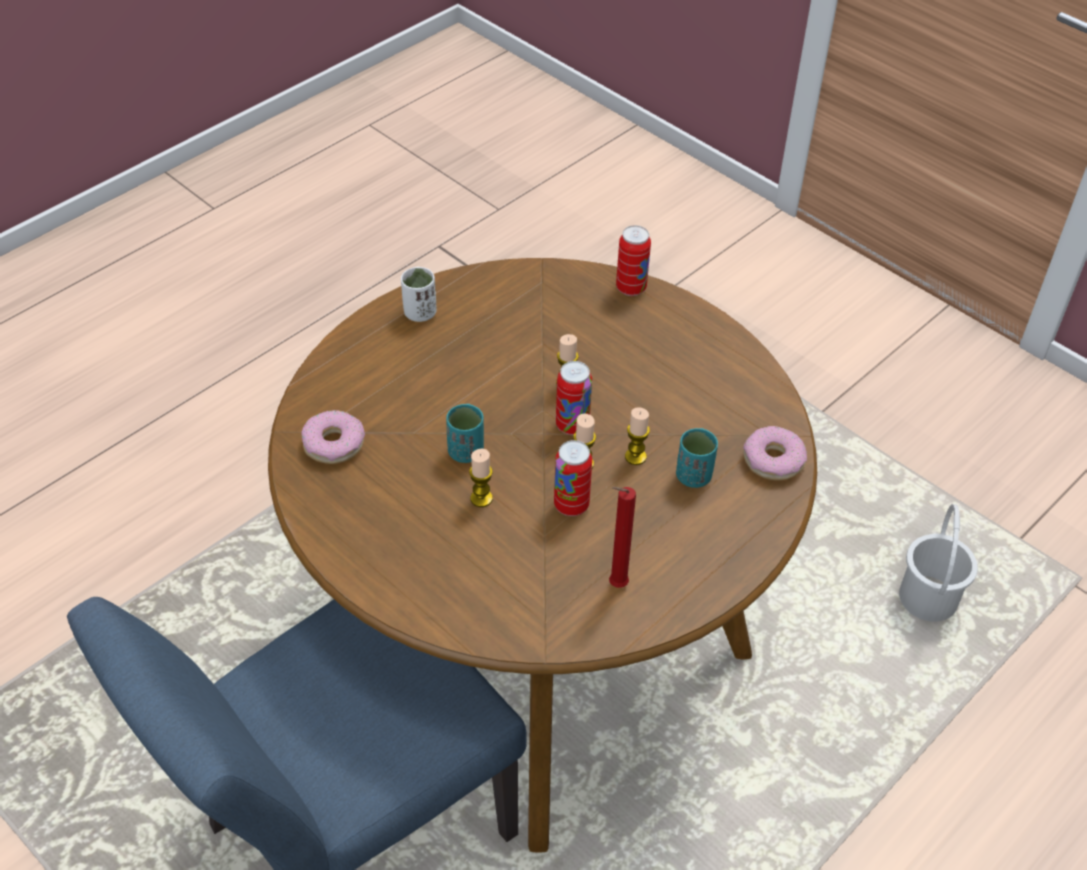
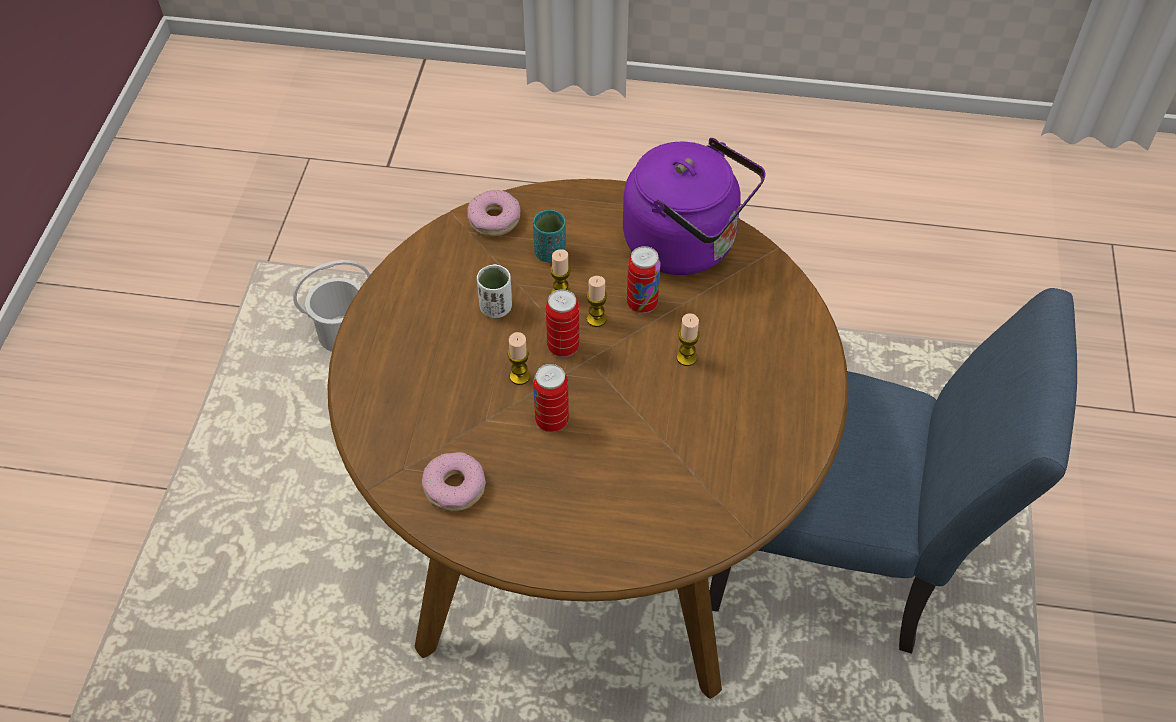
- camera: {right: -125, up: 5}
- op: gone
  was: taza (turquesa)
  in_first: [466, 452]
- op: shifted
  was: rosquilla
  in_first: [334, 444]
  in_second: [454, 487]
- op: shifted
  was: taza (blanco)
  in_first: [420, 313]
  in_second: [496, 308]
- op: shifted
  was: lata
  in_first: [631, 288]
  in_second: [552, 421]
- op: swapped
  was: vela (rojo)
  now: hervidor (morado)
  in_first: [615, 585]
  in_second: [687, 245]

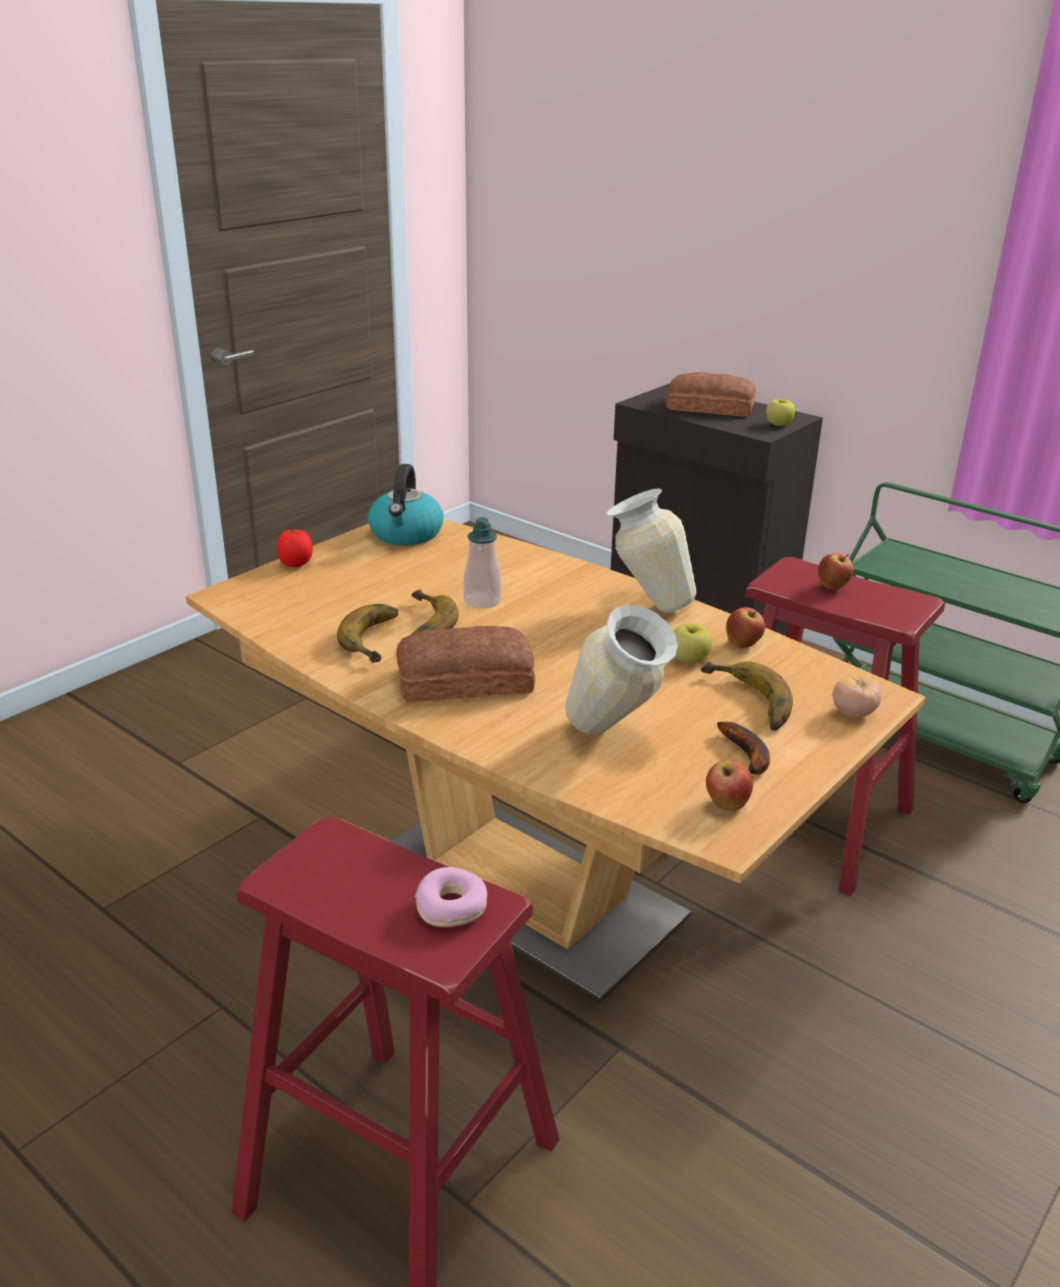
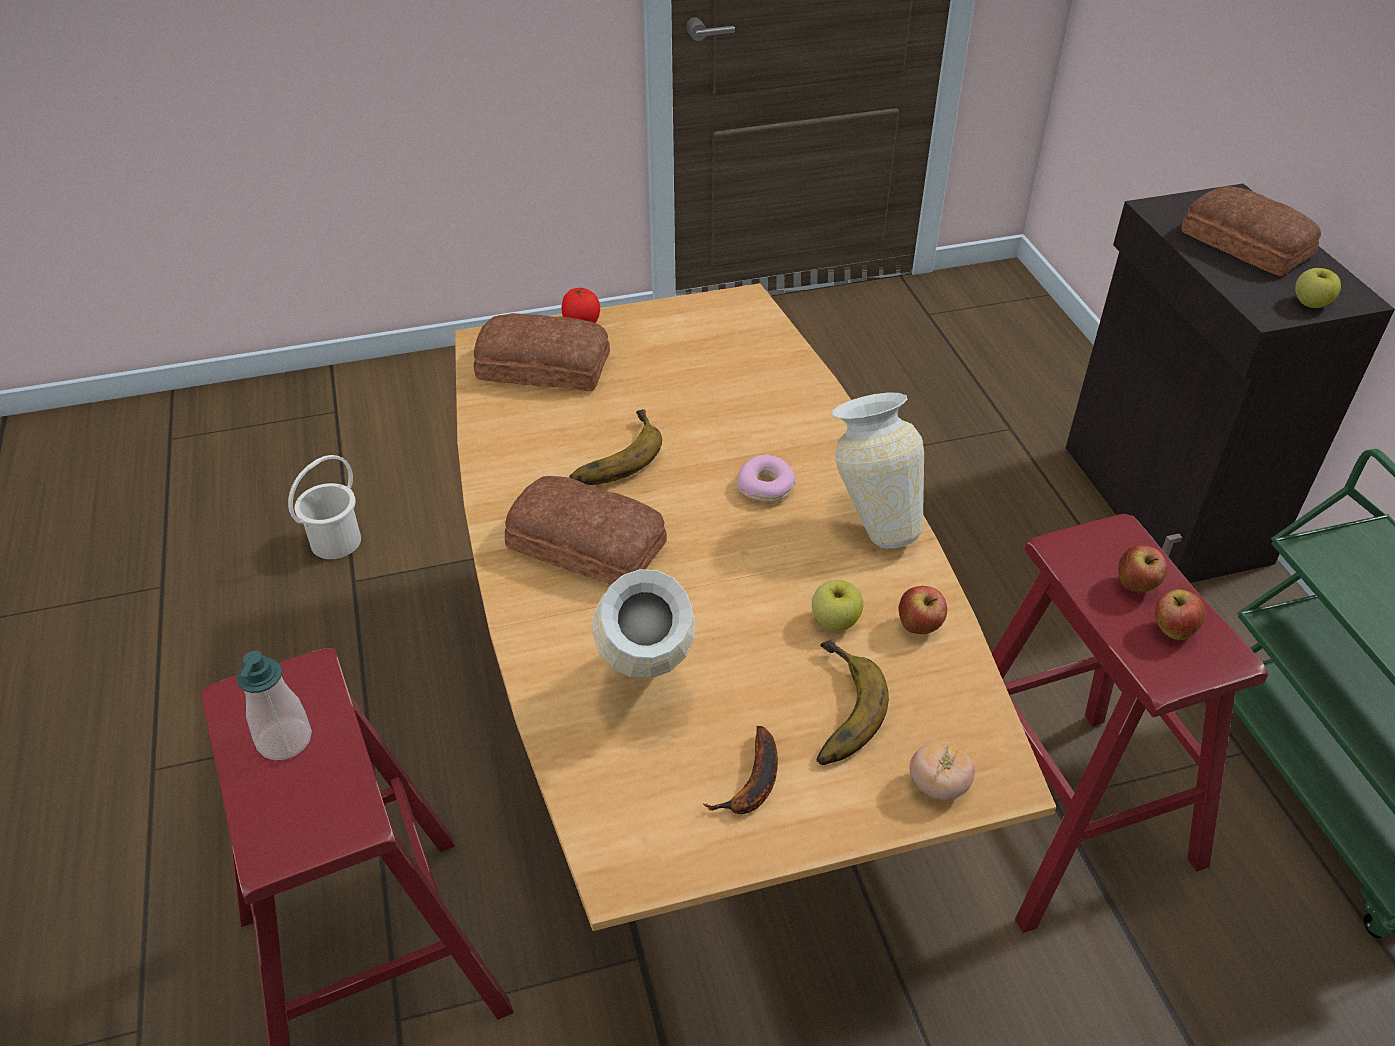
- camera: {right: 35, up: 15}
- op: gone
  was: plátano
  in_first: [380, 639]
- op: gone
  was: hervidor
  in_first: [406, 534]
- op: new
  now: cubo (blanco)
  in_second: [335, 541]
- op: new
  now: pan
  in_second: [542, 365]
- op: shifted
  was: rosquilla
  in_first: [451, 907]
  in_second: [766, 487]
- op: shifted
  was: dispensador de jabón
  in_first: [482, 601]
  in_second: [284, 740]
- op: shifted
  was: manzana
  in_first: [726, 805]
  in_second: [1172, 631]

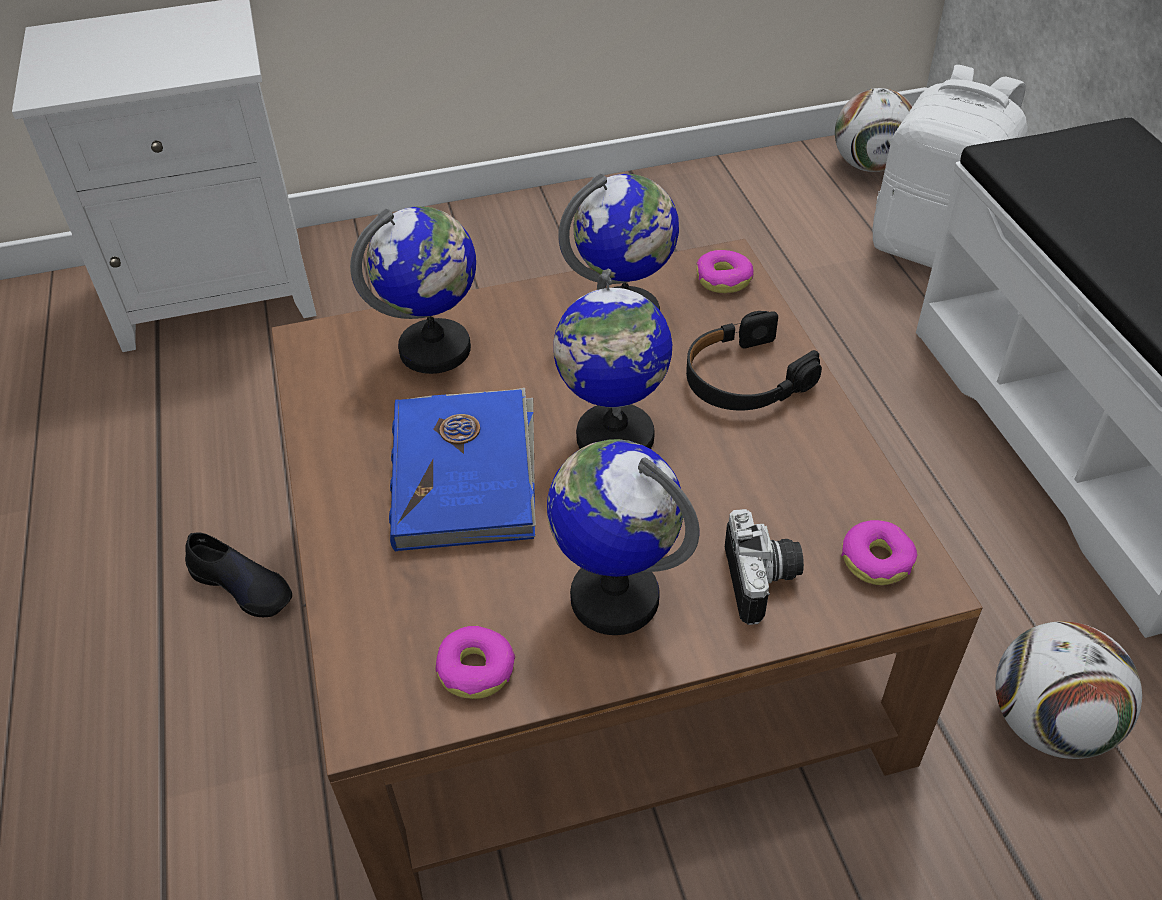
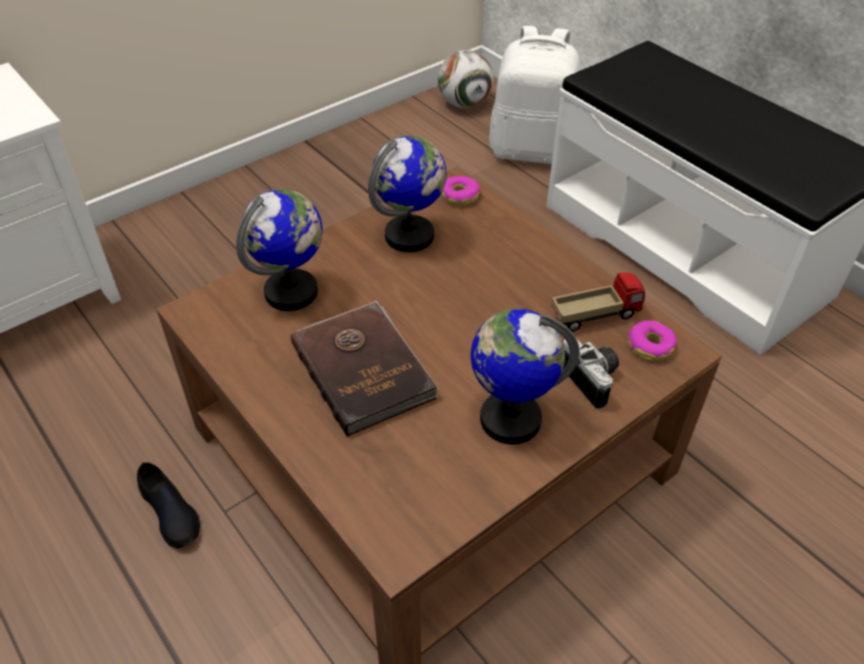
- camera: {right: -25, up: 0}
- op: gone
  was: rosquilla
  in_first: [476, 670]
- op: gone
  was: globo terráqueo
  in_first: [614, 438]
- op: gone
  was: auriculares (negro)
  in_first: [744, 378]
- op: gone
  was: balón de fútbol
  in_first: [1048, 724]
- op: new
  now: camión de juguete
  in_second: [595, 315]
- op: repainted
  was: libro (azul)
  now: libro (marrón)
  in_first: [466, 472]
  in_second: [364, 369]
- op: rotated
  was: zapato (negro)
  in_first: [243, 585]
  in_second: [170, 512]
  clockwise: 45

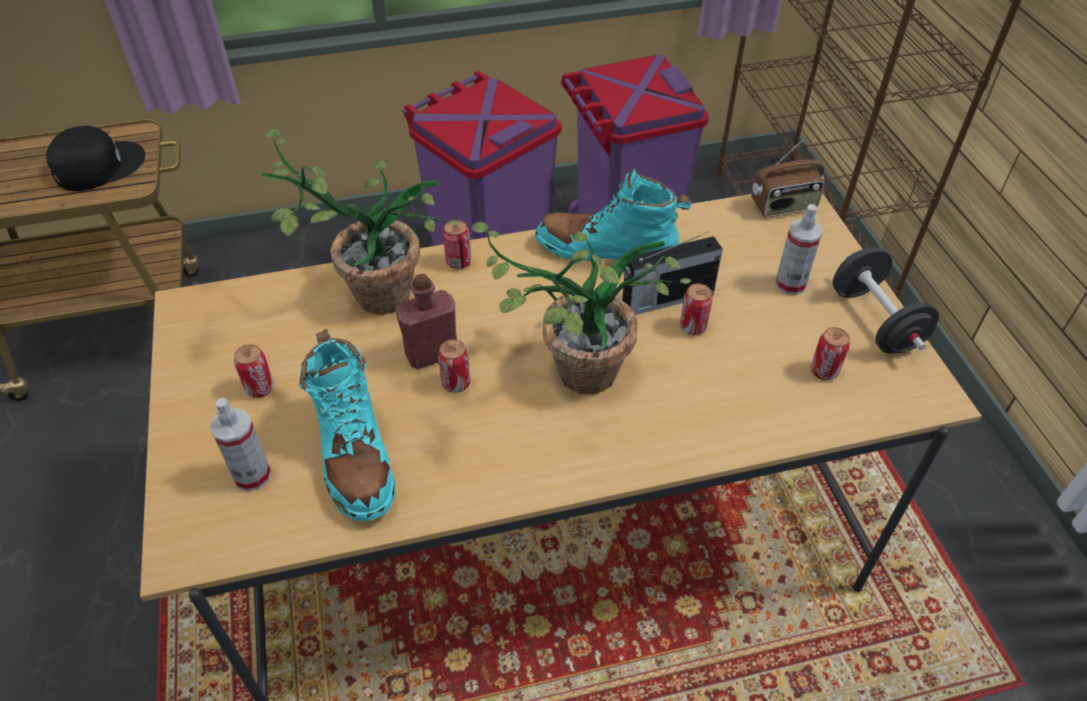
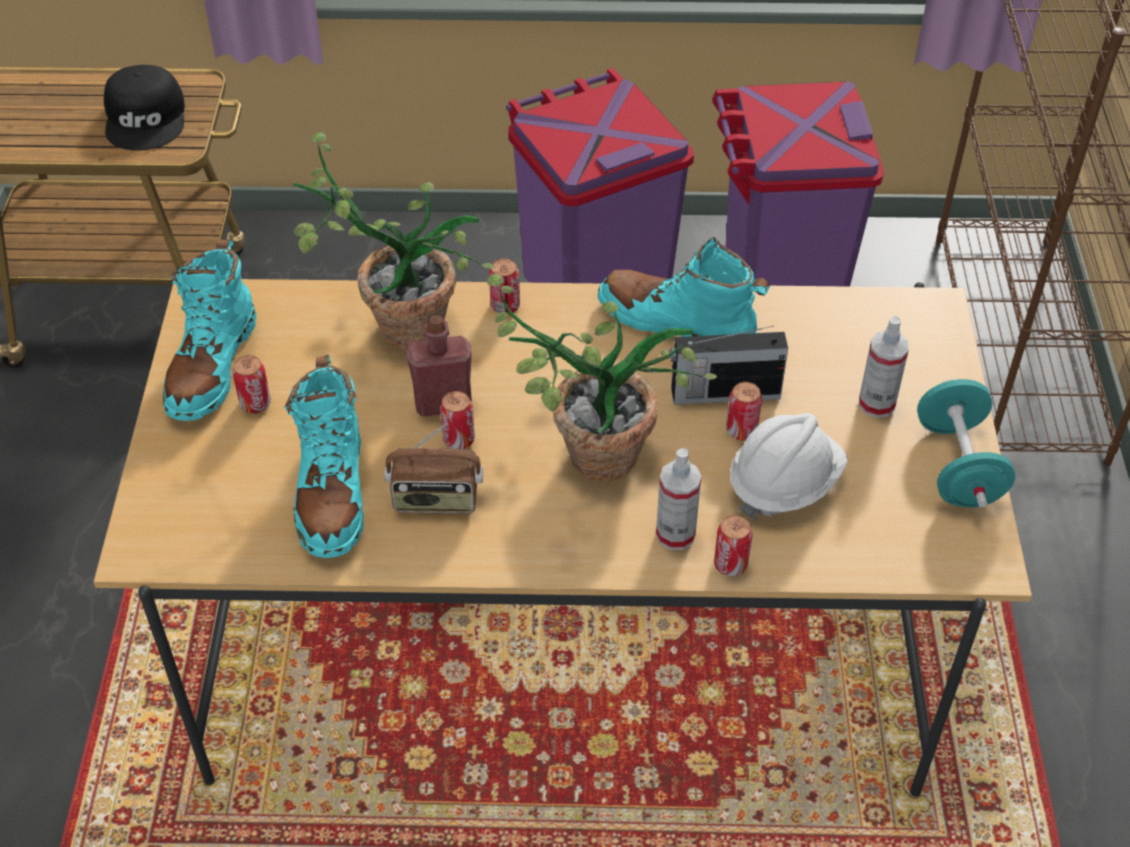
- camera: {right: 15, up: 0}
- op: new
  now: bota (turquesa)
  in_second: [212, 366]
- op: new
  now: casco (blanco)
  in_second: [784, 484]
- op: shifted
  was: pulverizador
  in_first: [252, 475]
  in_second: [675, 534]
- op: shifted
  was: radio
  in_first: [783, 206]
  in_second: [436, 500]
- op: shifted
  was: lata
  in_first: [824, 371]
  in_second: [730, 564]
- op: repainted
  was: mancuerna (negro)
  now: mancuerna (turquesa)
  in_first: [875, 321]
  in_second: [958, 466]
- op: rotated
  was: gorra (negro)
  in_first: [98, 165]
  in_second: [147, 118]
  clockwise: 105

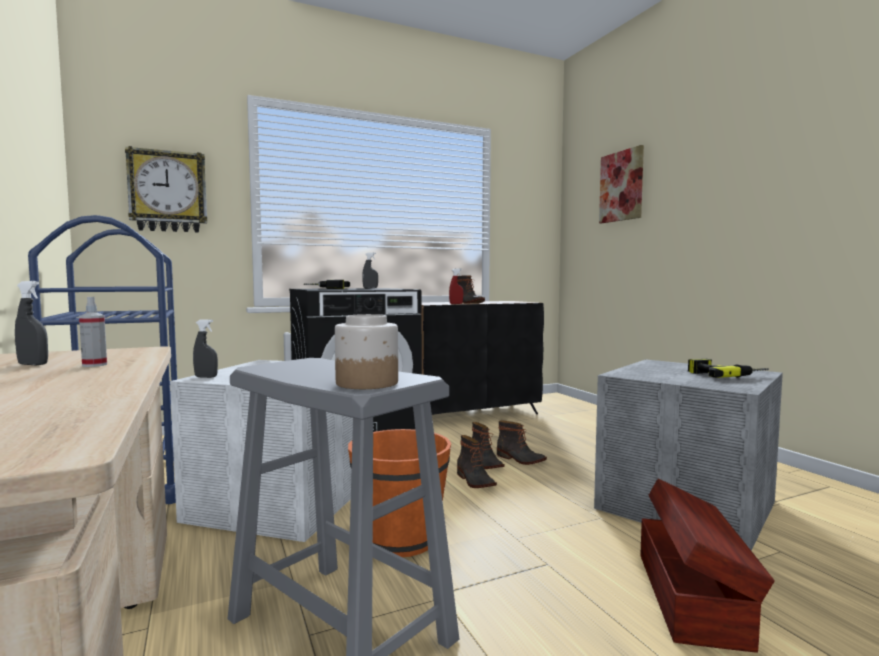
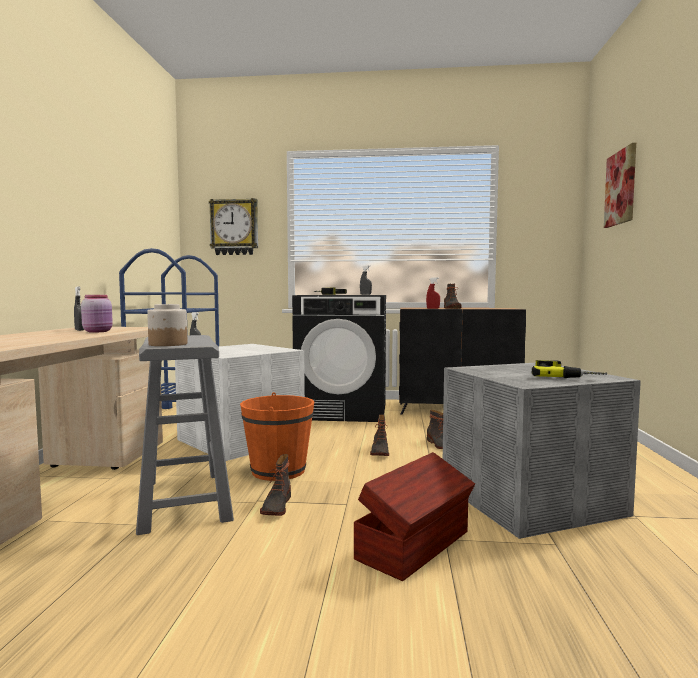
- camera: {right: 30, up: 0}
- op: shifted
  was: bota
  in_first: [484, 463]
  in_second: [276, 506]
- op: swapped
  was: pulverizador
  now: tarro (rosa)
  in_first: [94, 365]
  in_second: [98, 331]

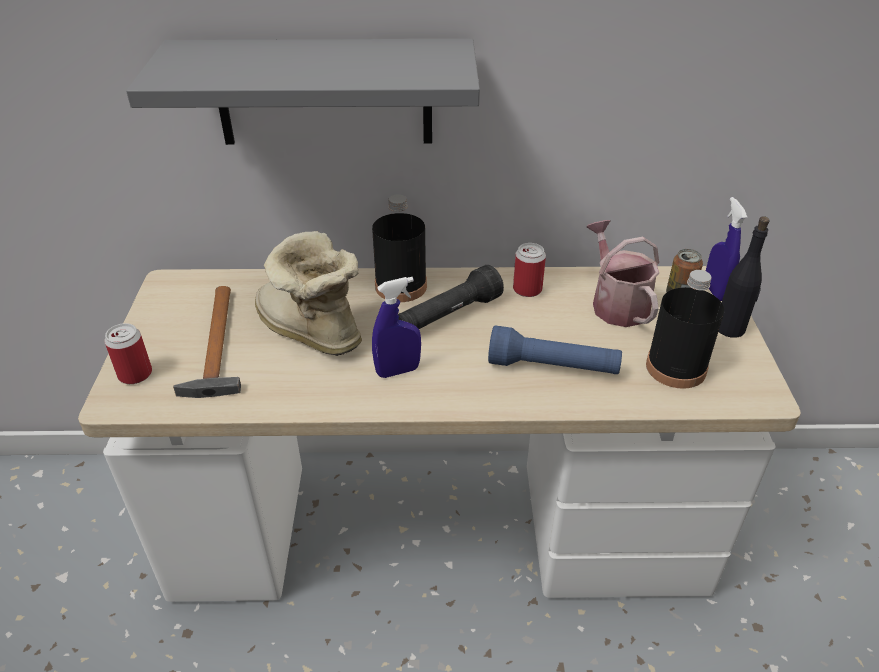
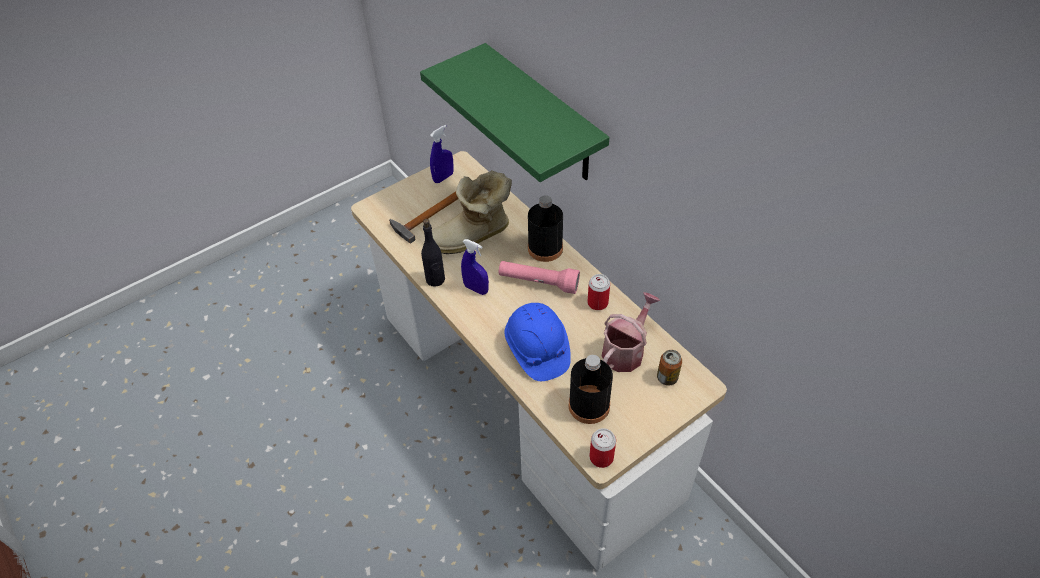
- camera: {right: 55, up: 10}
- op: shifted
  was: lata
  in_first: [135, 374]
  in_second: [601, 457]
- op: shifted
  was: pulverizador (azul)
  in_first: [715, 291]
  in_second: [443, 177]
- op: shifted
  was: botella (negro)
  in_first: [730, 328]
  in_second: [435, 279]
- op: swapped
  was: linterna (azul)
  now: casco (azul)
  in_first: [553, 367]
  in_second: [537, 349]
- op: repainted
  was: estante (gris)
  now: estante (verde)
  in_first: [324, 92]
  in_second: [543, 115]
- op: repainted
  was: linterna (negro)
  now: linterna (rosa)
  in_first: [448, 316]
  in_second: [538, 282]
- op: rotated
  was: bota
  in_first: [308, 333]
  in_second: [472, 238]
  clockwise: -120

